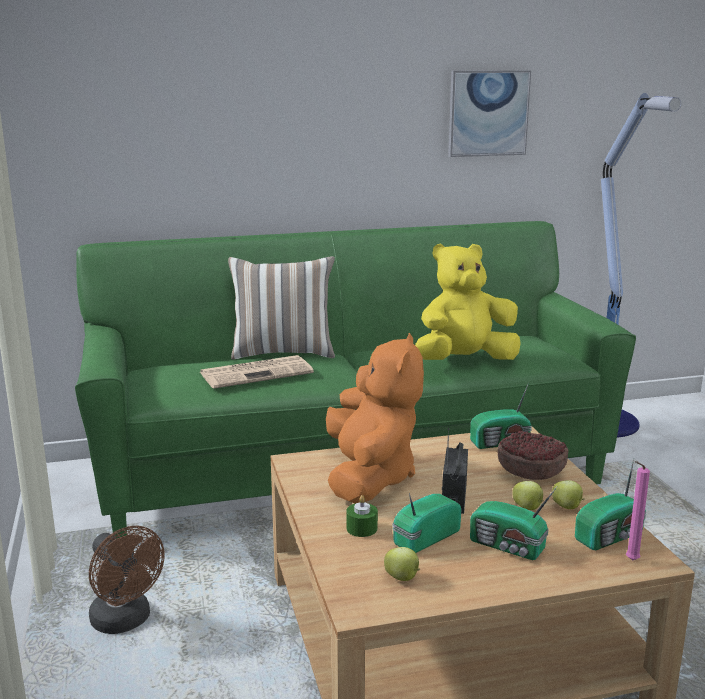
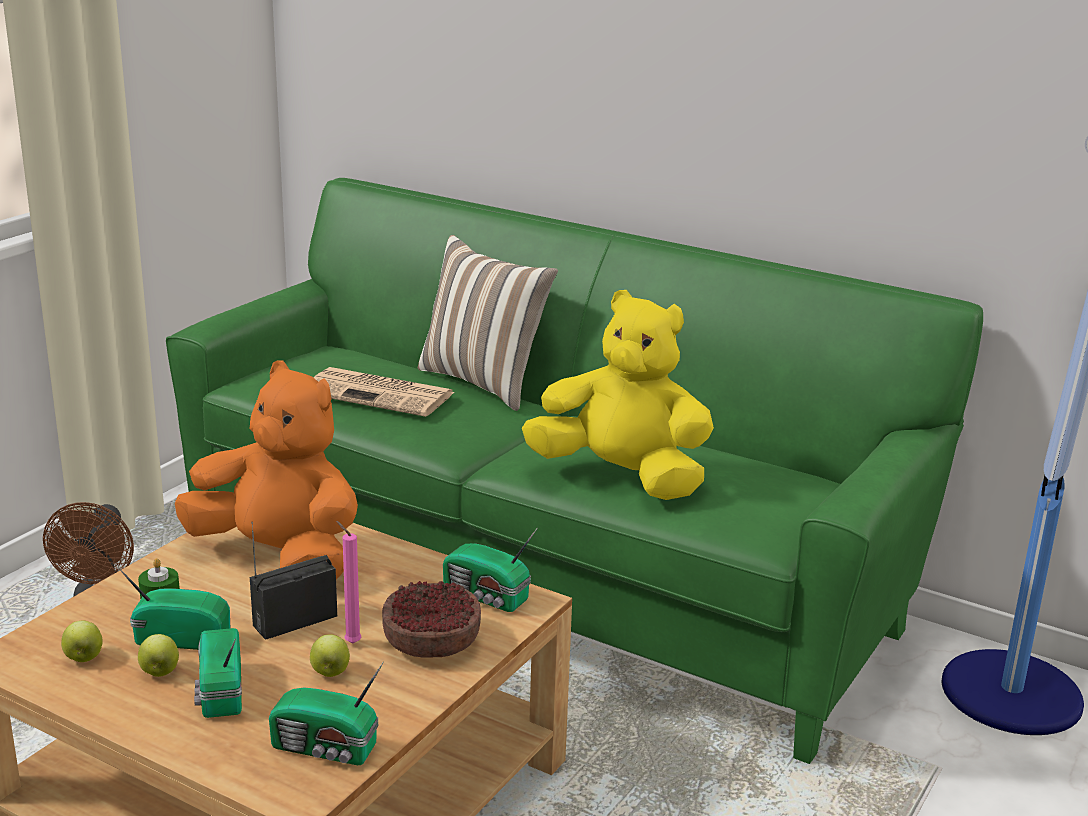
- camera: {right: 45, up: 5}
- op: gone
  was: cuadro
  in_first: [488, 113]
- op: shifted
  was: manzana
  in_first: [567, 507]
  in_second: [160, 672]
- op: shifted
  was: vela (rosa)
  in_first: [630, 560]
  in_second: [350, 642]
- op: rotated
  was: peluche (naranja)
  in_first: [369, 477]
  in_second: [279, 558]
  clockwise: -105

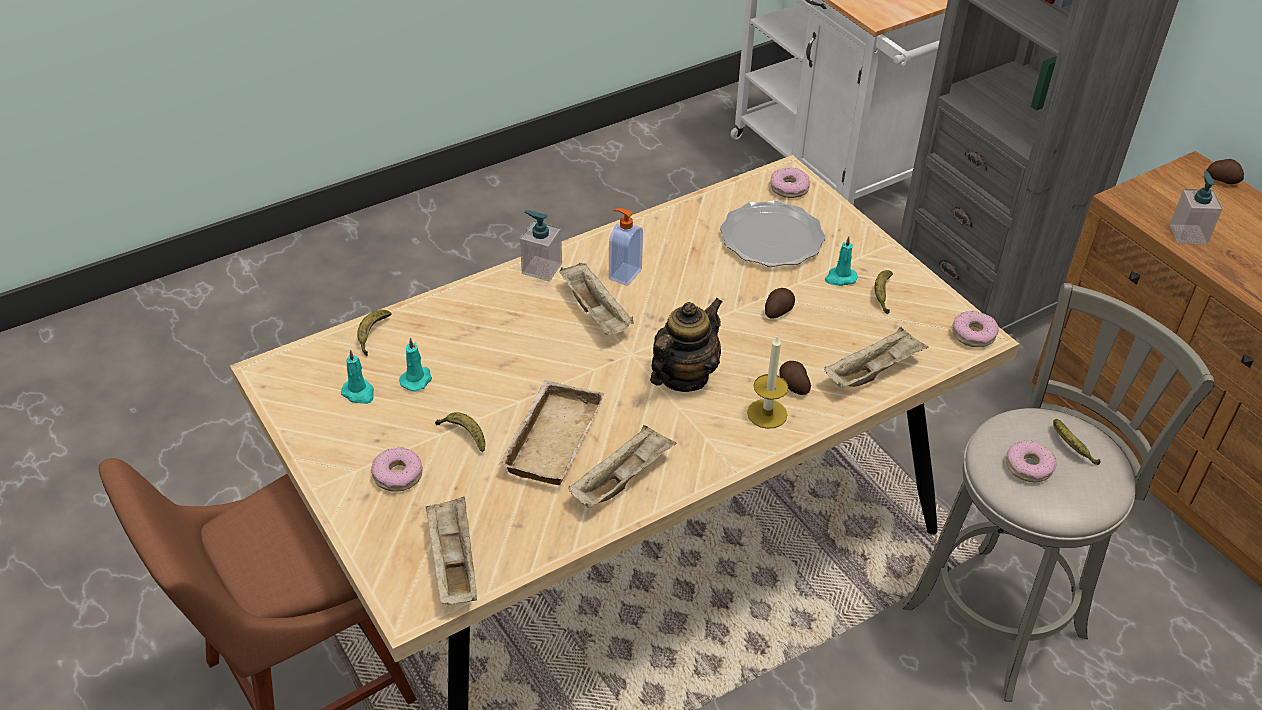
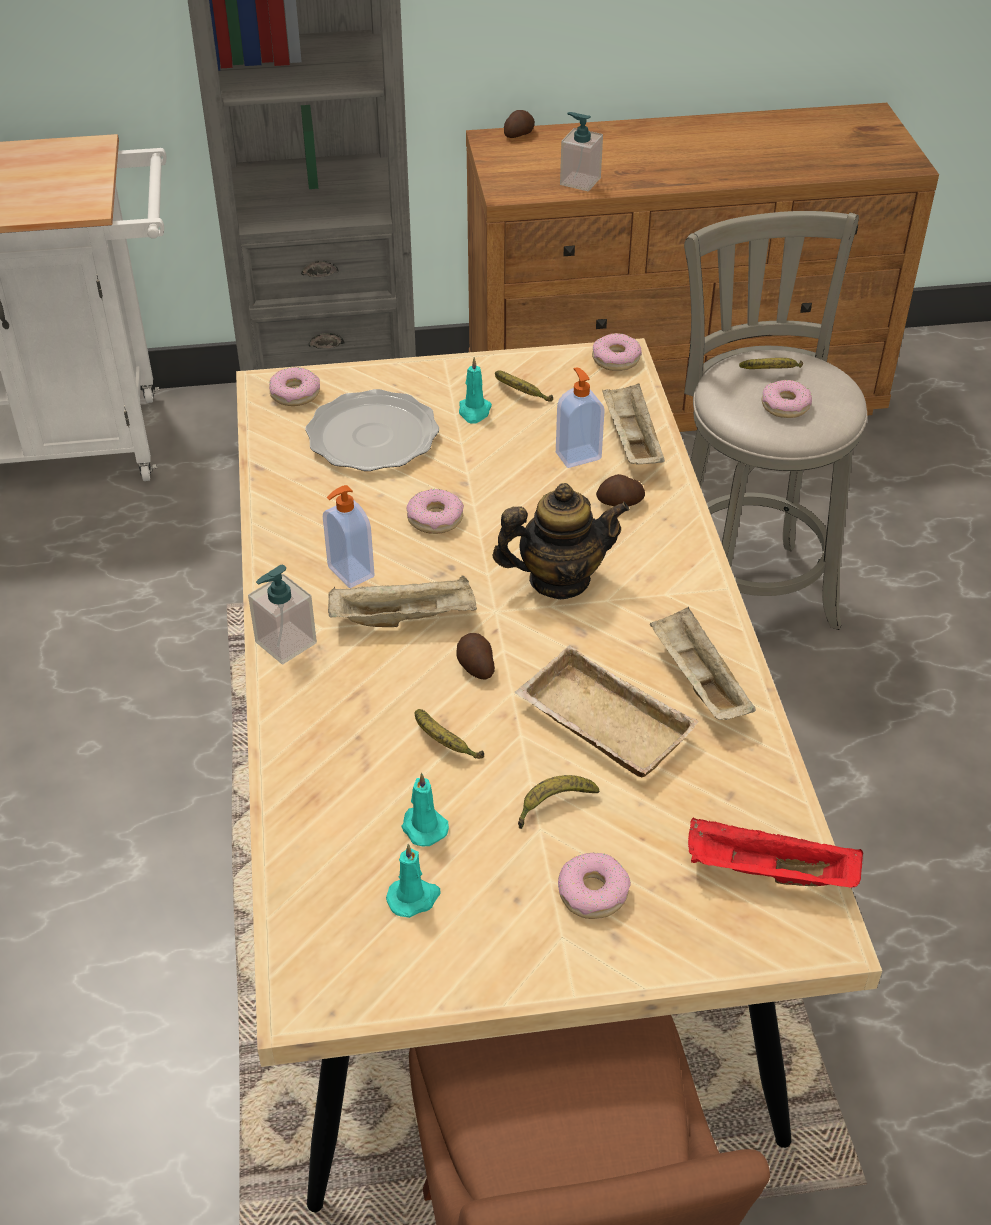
- camera: {right: -65, up: 0}
- op: gone
  was: vela
  in_first: [767, 413]
- op: new
  now: rosquilla
  in_second: [435, 518]
- op: new
  now: dispensador de jabón
  in_second: [577, 455]
- op: shifted
  was: plátano
  in_first: [372, 335]
  in_second: [444, 743]
- op: shifted
  was: patata
  in_first: [778, 311]
  in_second: [475, 666]
- op: repainted
  was: bandeja (beis)
  now: bandeja (rojo)
  in_first: [453, 562]
  in_second: [767, 873]
- op: rotated
  was: tetera
  in_first: [683, 376]
  in_second: [559, 580]
  clockwise: 105

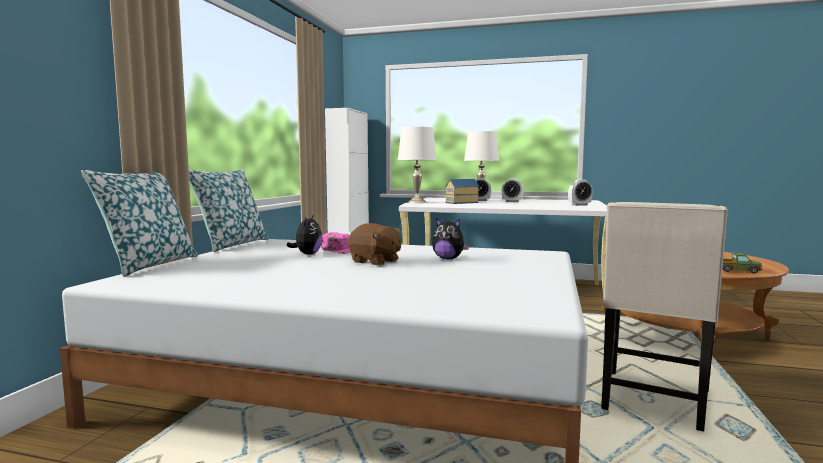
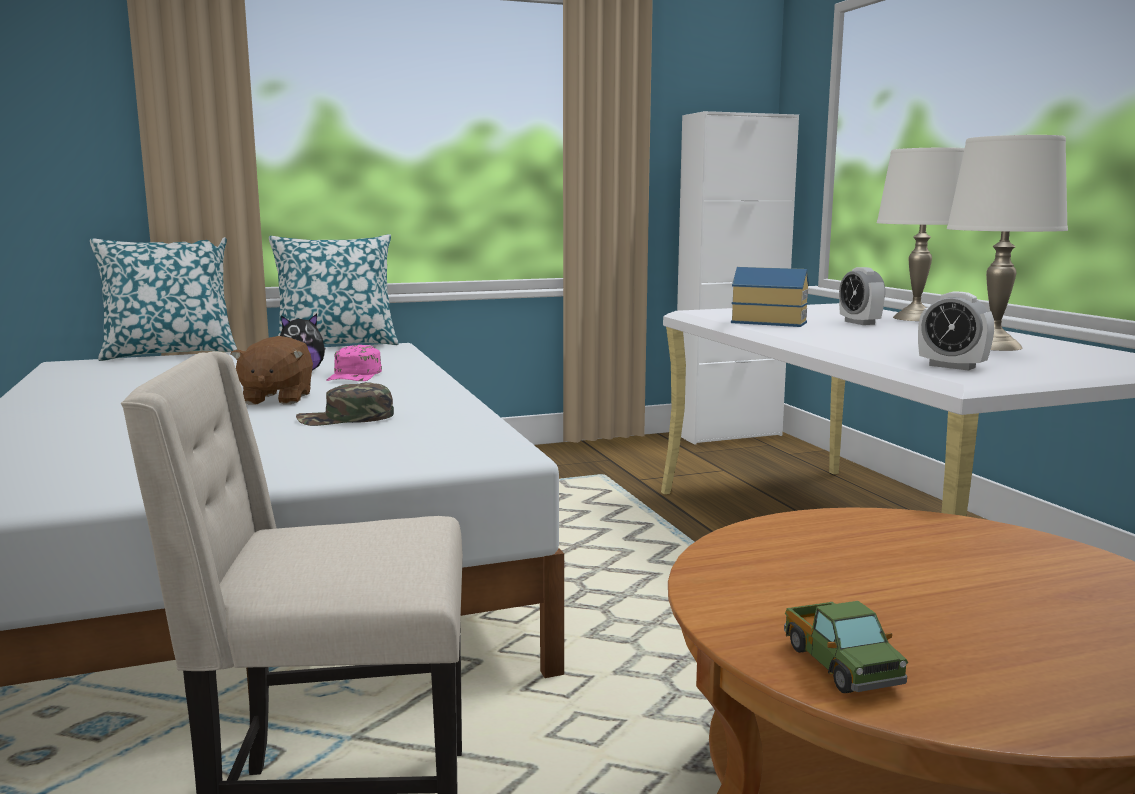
- camera: {right: 55, up: 5}
- op: gone
  was: despertador
  in_first: [512, 201]
- op: shifted
  was: lámpara de mesa (blanco)
  in_first: [417, 202]
  in_second: [994, 346]
- op: swapped
  was: peluche
  now: gorra (verde)
  in_first: [448, 259]
  in_second: [345, 418]

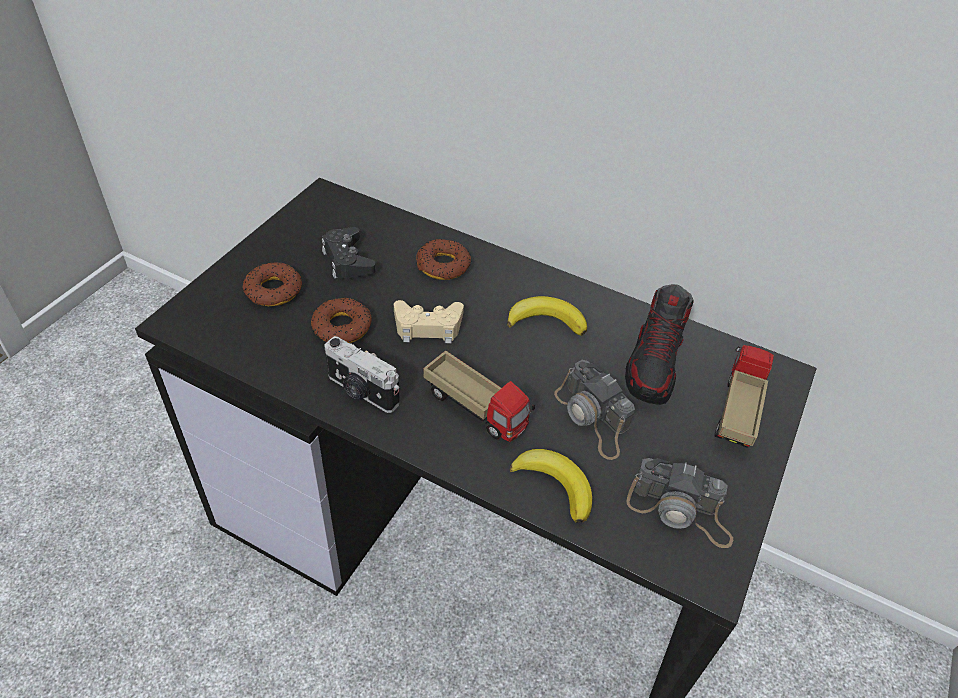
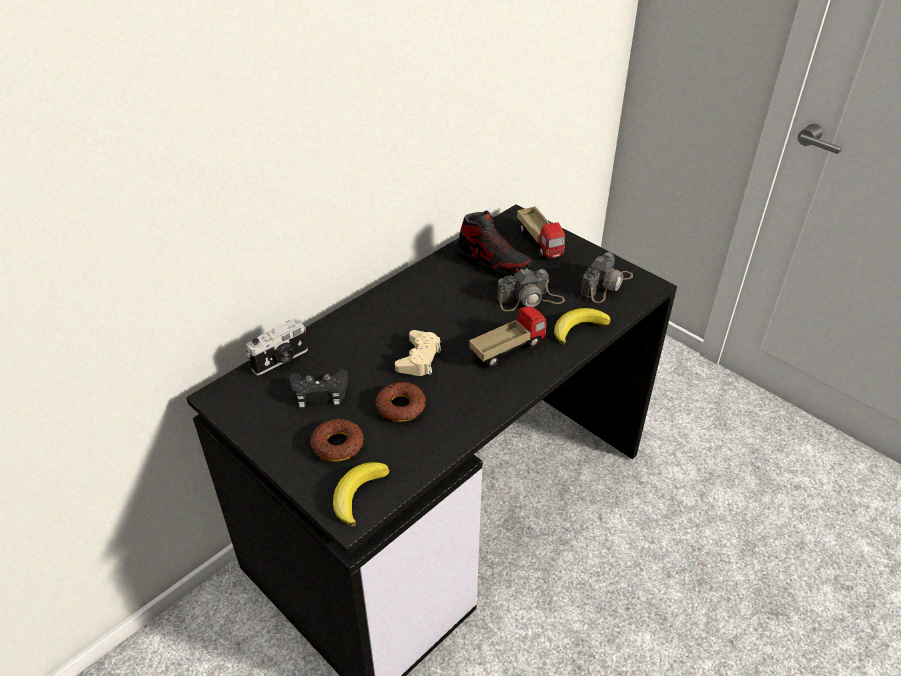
- camera: {right: -70, up: -5}
- op: gone
  was: rosquilla
  in_first: [443, 265]
- op: shifted
  was: cámara
  in_first: [361, 391]
  in_second: [281, 360]
- op: shifted
  was: plátano
  in_first: [546, 320]
  in_second: [358, 494]
- op: rotated
  was: camión de juguete
  in_first: [736, 411]
  in_second: [540, 243]
  clockwise: -150

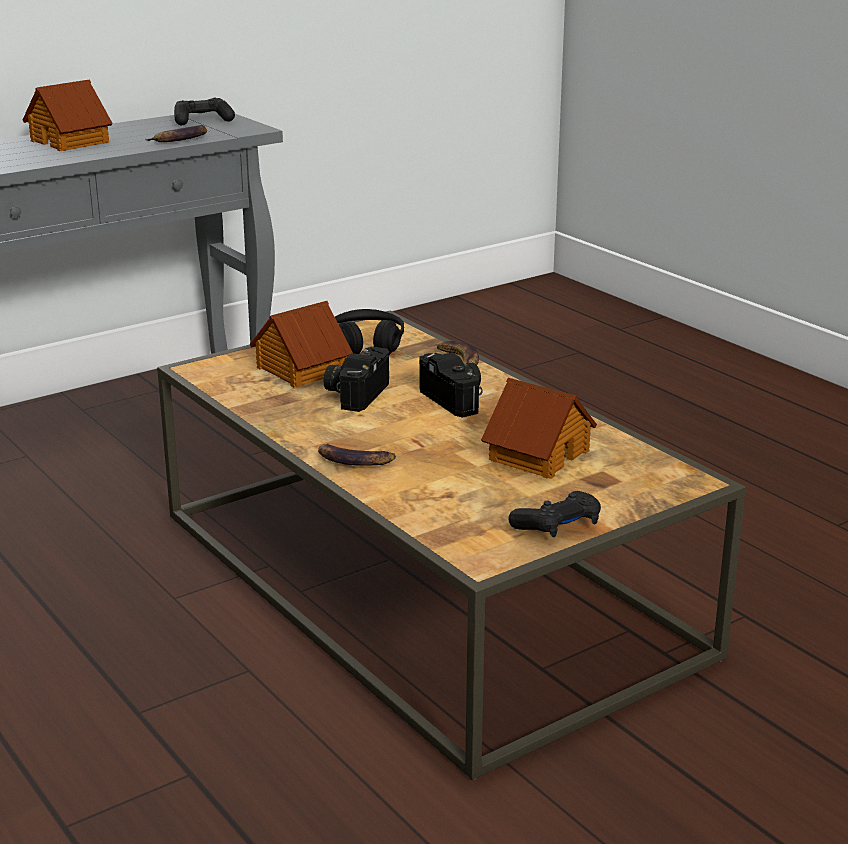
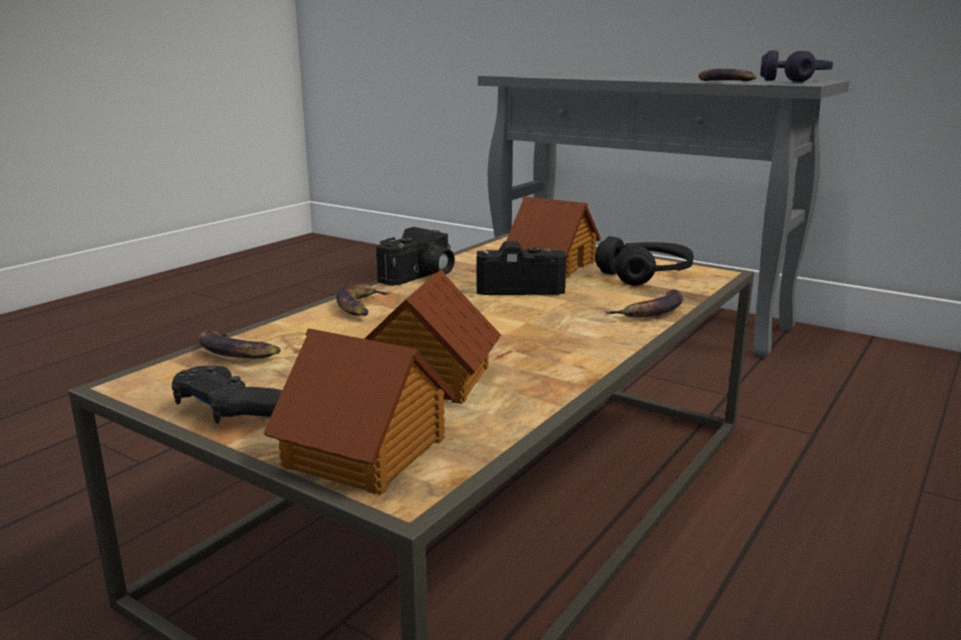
- camera: {right: 70, up: -5}
- op: new
  now: plátano
  in_second: [237, 352]
- op: shifted
  was: casita
  in_first: [71, 141]
  in_second: [367, 451]
- op: shifted
  was: cámara
  in_first: [457, 399]
  in_second: [420, 276]
- op: swapped
  was: mando de consola (negro)
  now: auriculares (morado)
  in_first: [202, 120]
  in_second: [794, 80]

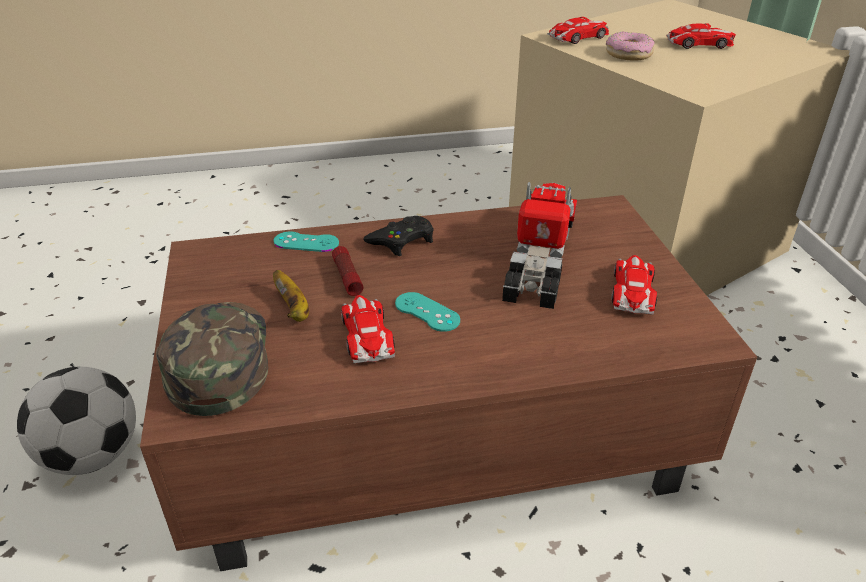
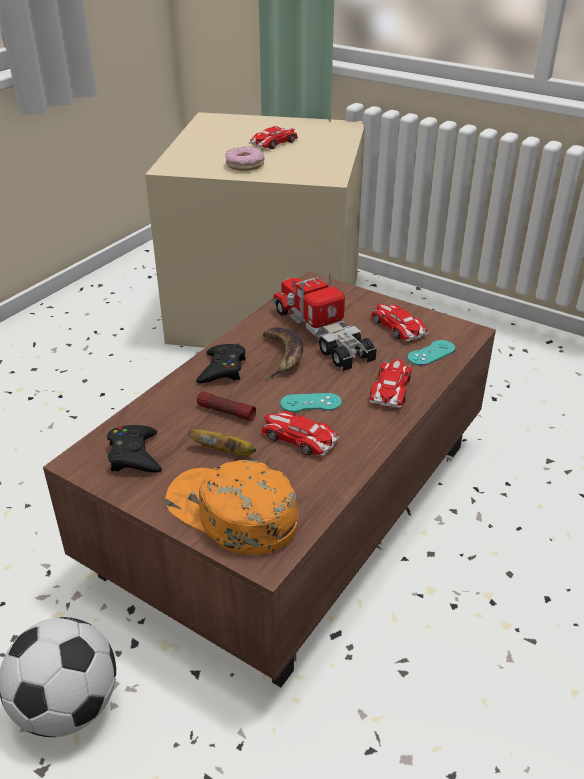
- camera: {right: -45, up: 0}
- op: new
  now: mando de consola (negro)
  in_second: [134, 455]
- op: new
  now: plátano
  in_second: [282, 356]
- op: shifted
  was: mando de consola (turquesa)
  in_first: [306, 242]
  in_second: [431, 353]
- op: shifted
  was: coche de juguete
  in_first: [579, 37]
  in_second: [391, 388]
- op: repainted
  was: gorra (verde)
  now: gorra (naranja)
  in_first: [218, 359]
  in_second: [231, 512]

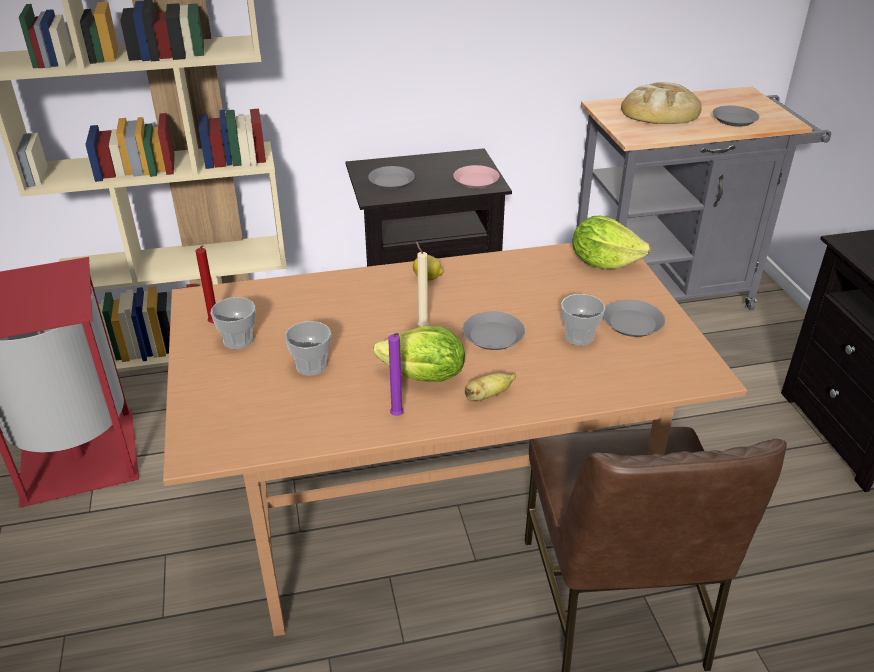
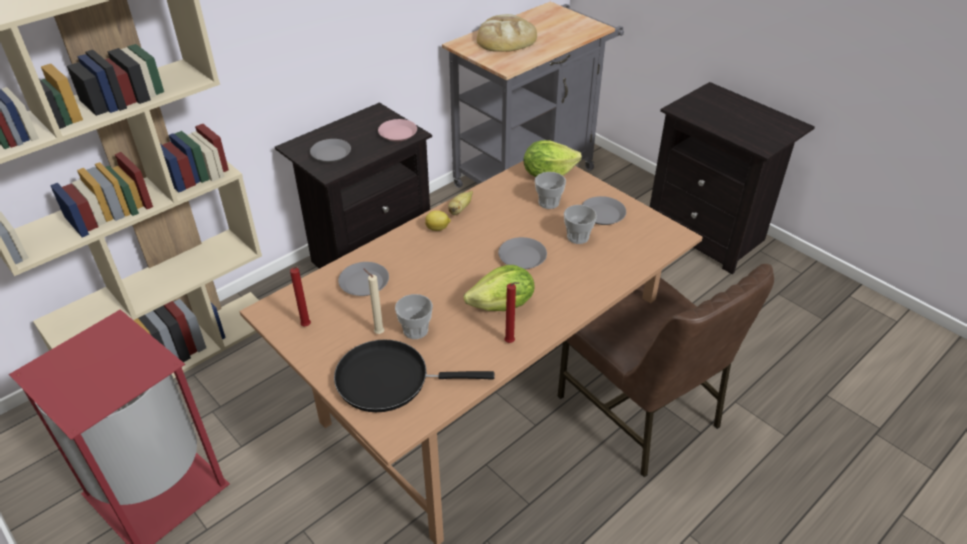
- camera: {right: -30, up: 5}
- op: new
  now: sartén (negro)
  in_second: [389, 380]
- op: shifted
  was: taza
  in_first: [238, 340]
  in_second: [548, 202]
- op: shifted
  was: vela (beis)
  in_first: [422, 326]
  in_second: [378, 332]
- op: shifted
  was: plátano
  in_first: [487, 396]
  in_second: [460, 209]
- op: shifted
  was: plato (gris)
  in_first: [734, 119]
  in_second: [364, 283]
- op: repainted
  was: vela (morado)
  now: vela (rojo)
  in_first: [397, 417]
  in_second: [511, 343]

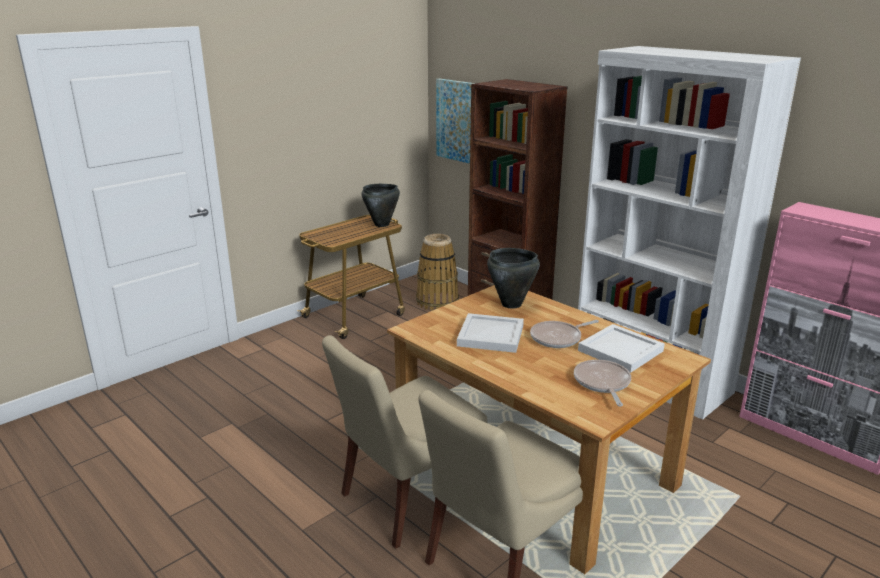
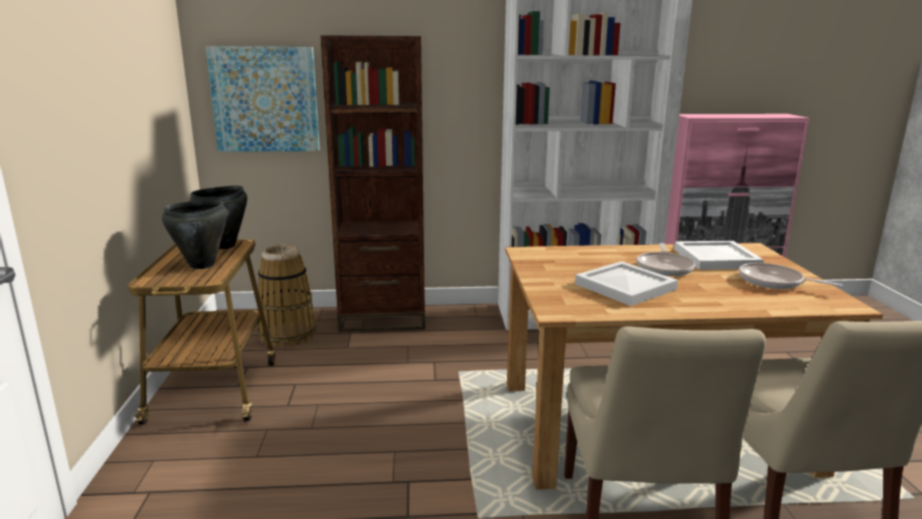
- camera: {right: -50, up: -5}
- op: shifted
  was: olla (negro)
  in_first: [511, 304]
  in_second: [202, 265]

